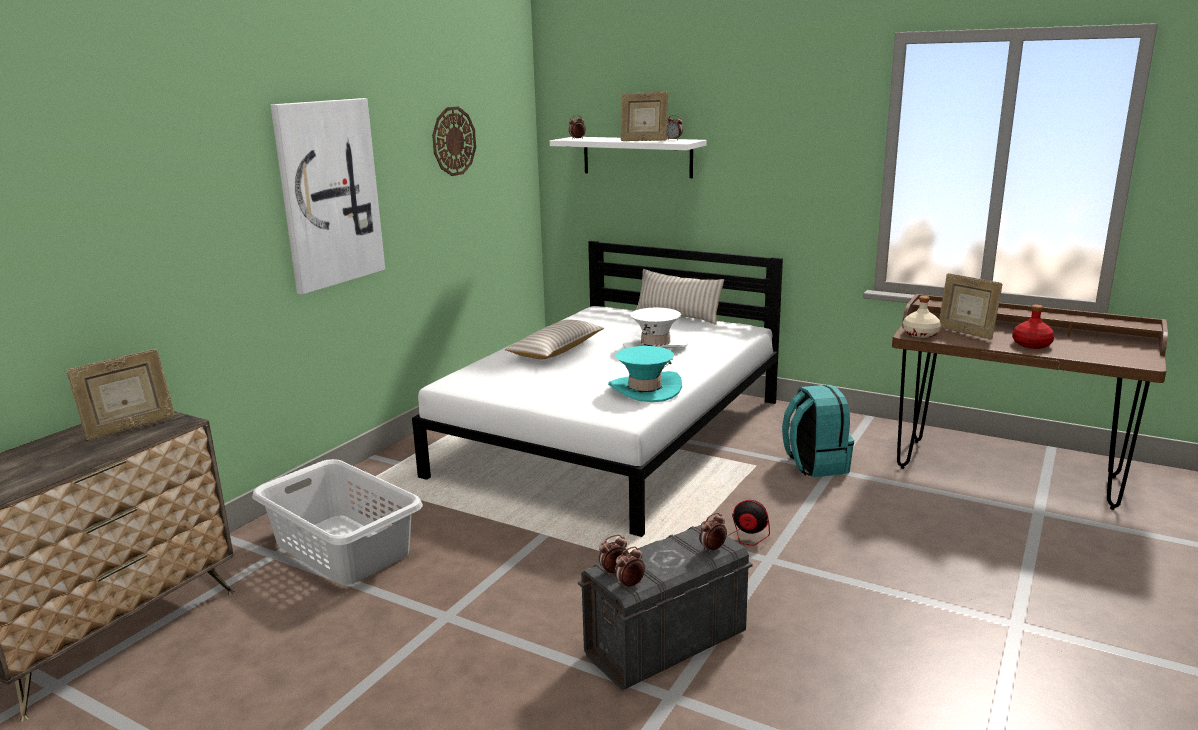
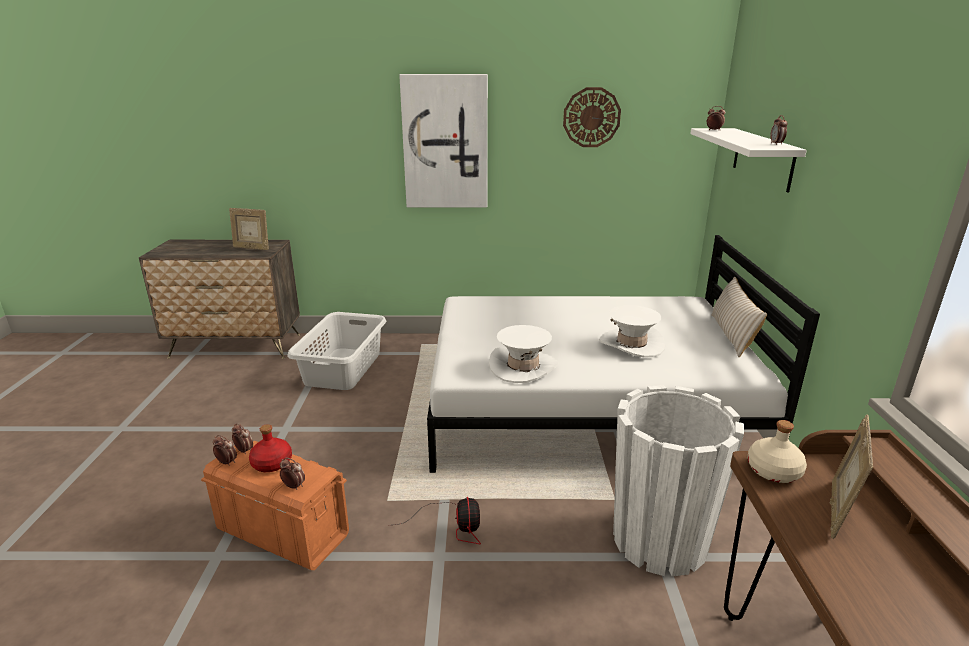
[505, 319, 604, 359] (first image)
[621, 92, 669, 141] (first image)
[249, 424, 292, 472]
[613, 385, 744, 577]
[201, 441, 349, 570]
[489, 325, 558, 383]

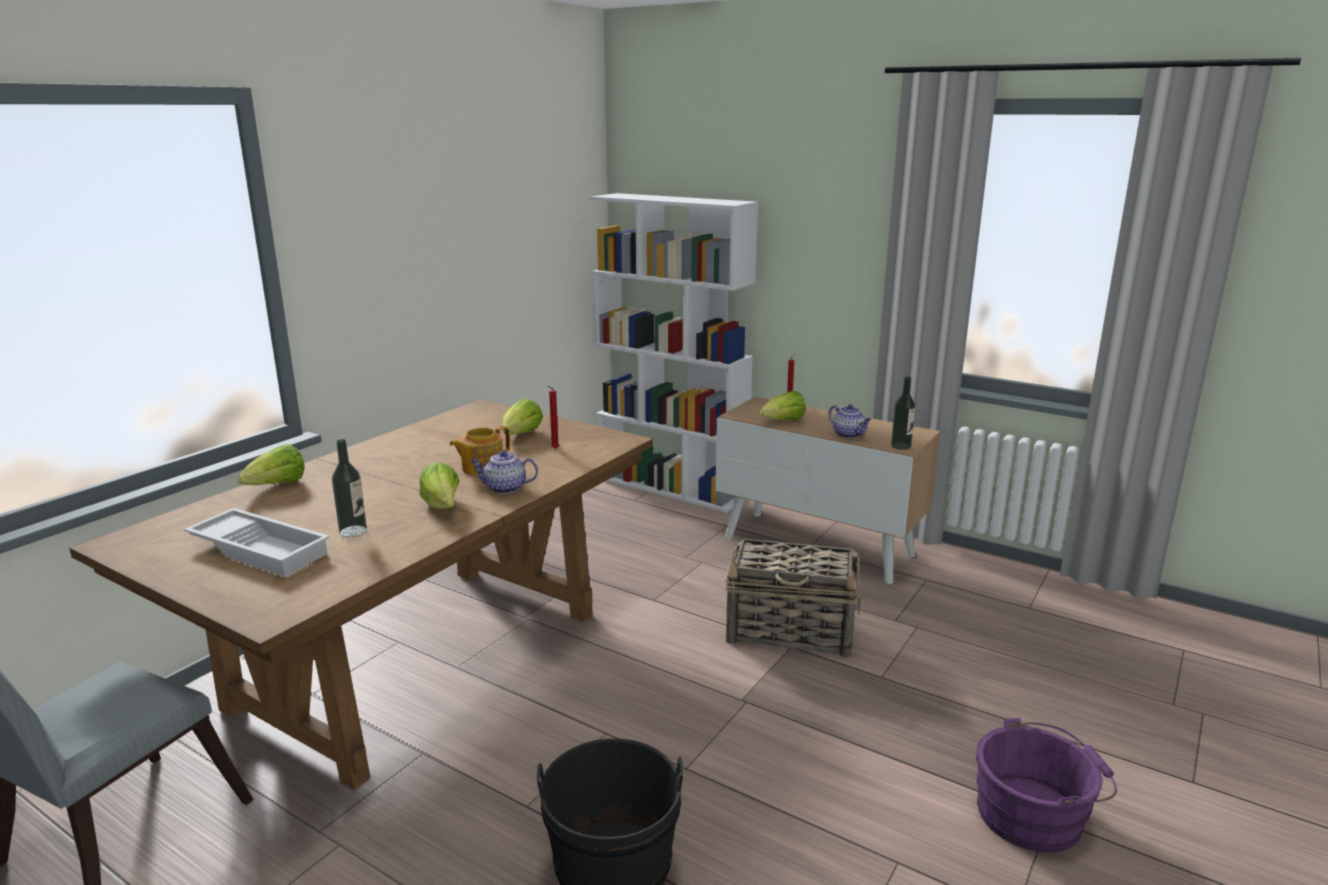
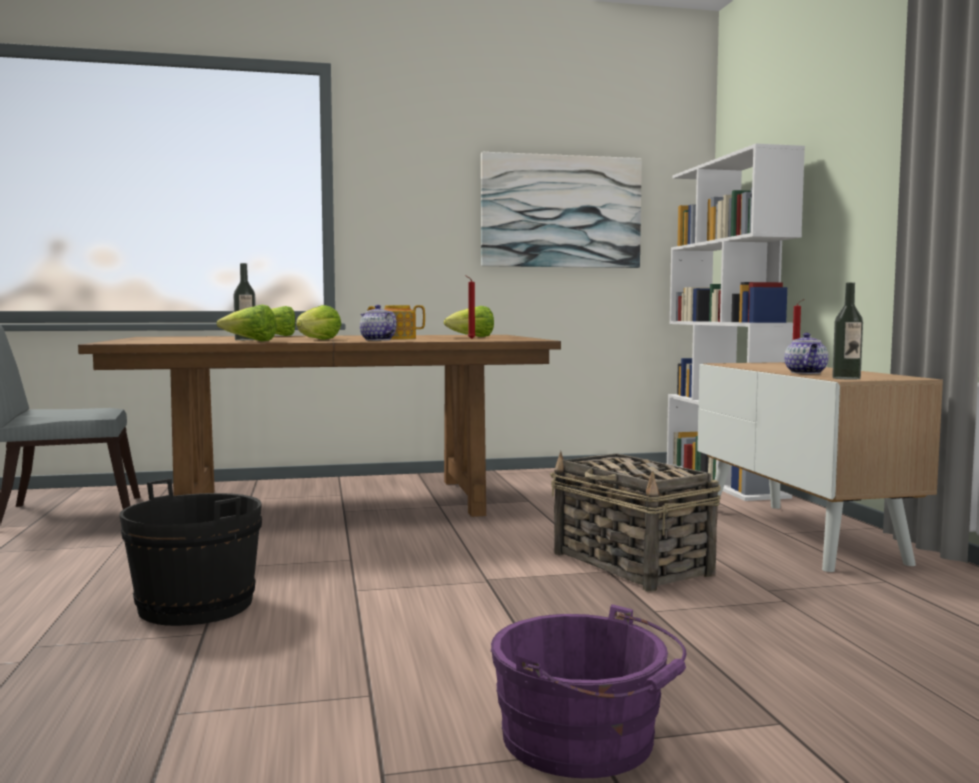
[184, 508, 330, 577] (first image)
[481, 152, 642, 268]
[217, 305, 277, 342]

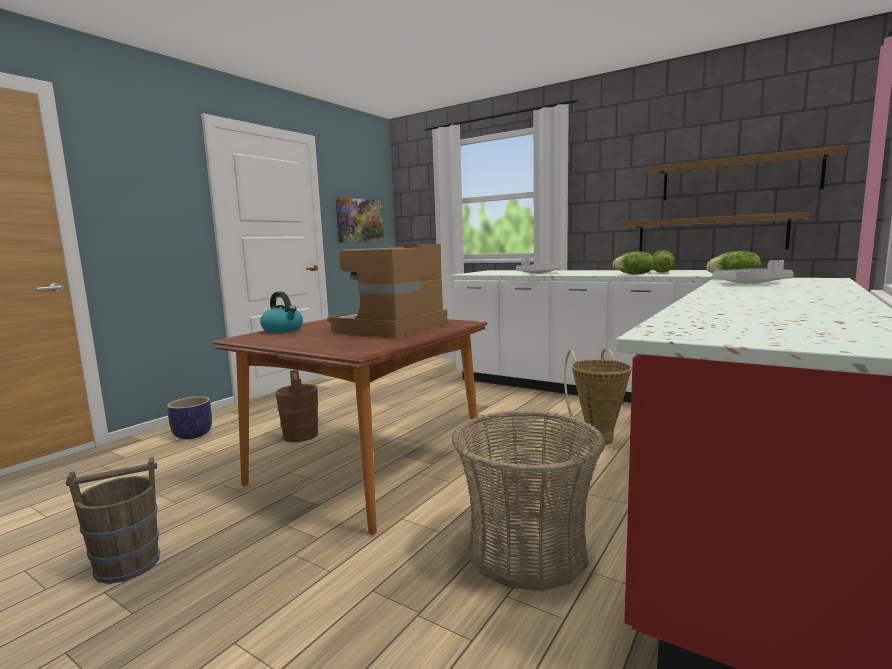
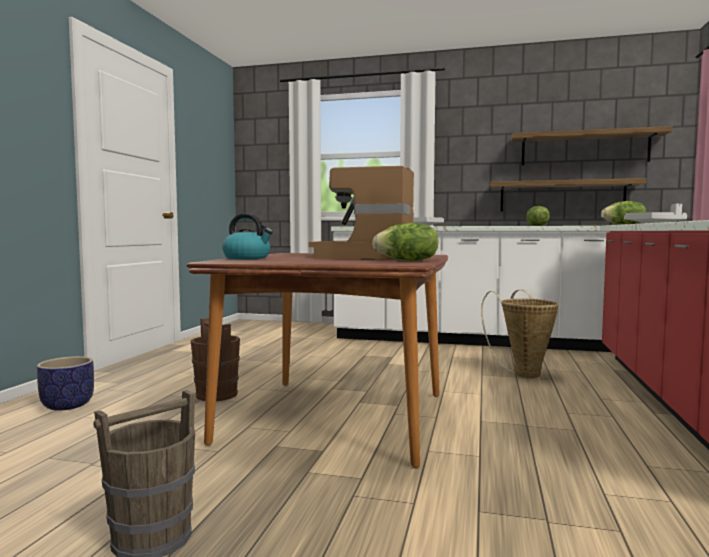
[335, 197, 384, 243] (first image)
[452, 410, 606, 591] (first image)
[372, 223, 438, 261]

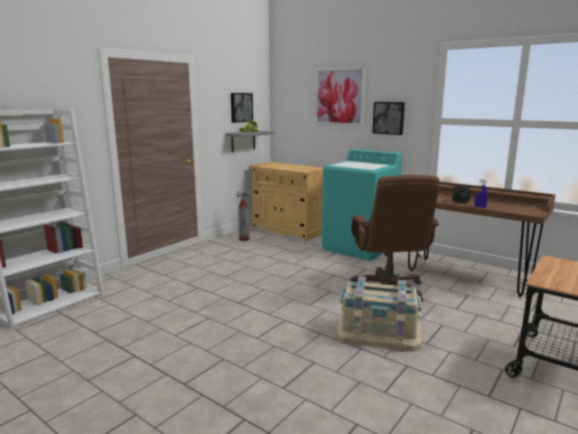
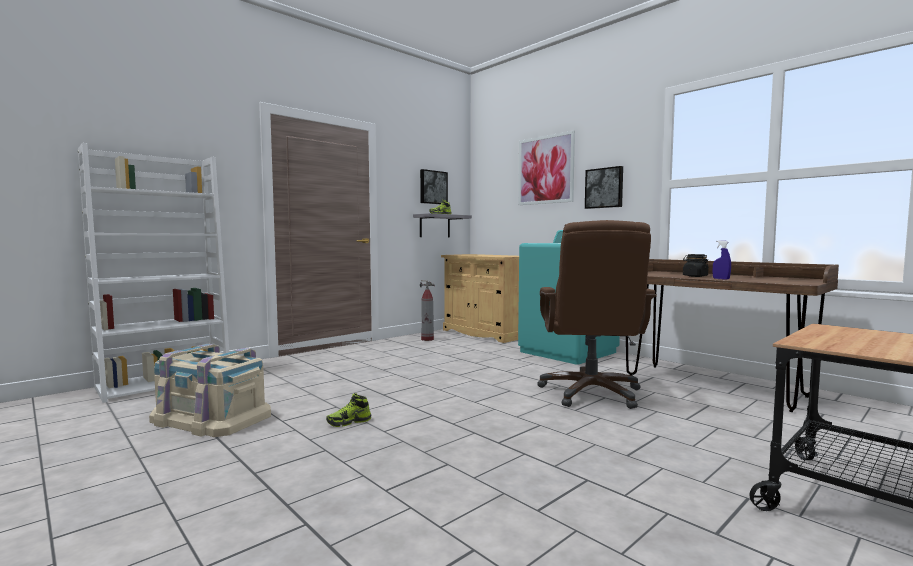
[326, 393, 371, 427]
[149, 344, 271, 437]

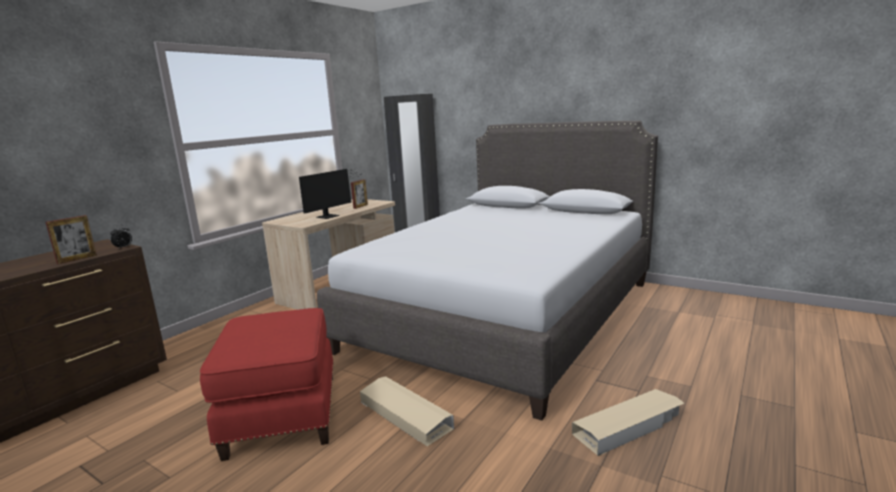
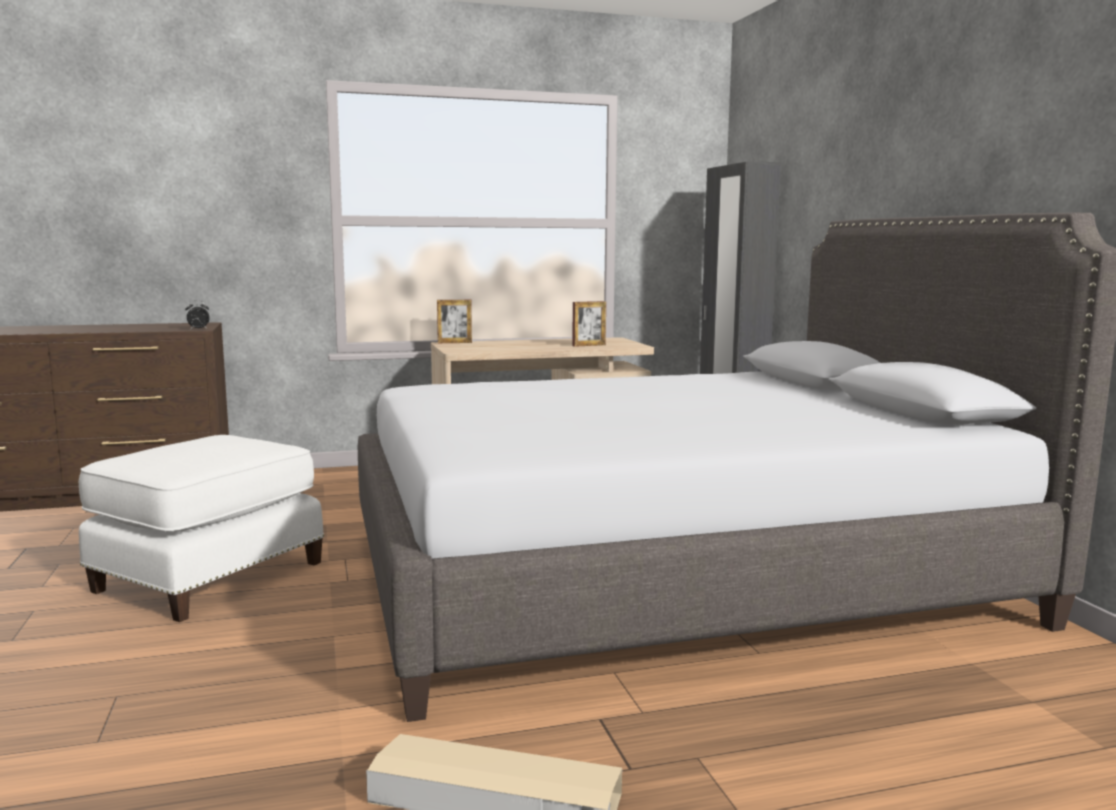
[299, 169, 361, 219] (first image)
[360, 376, 454, 446] (first image)
[437, 300, 472, 343]
[79, 435, 324, 622]

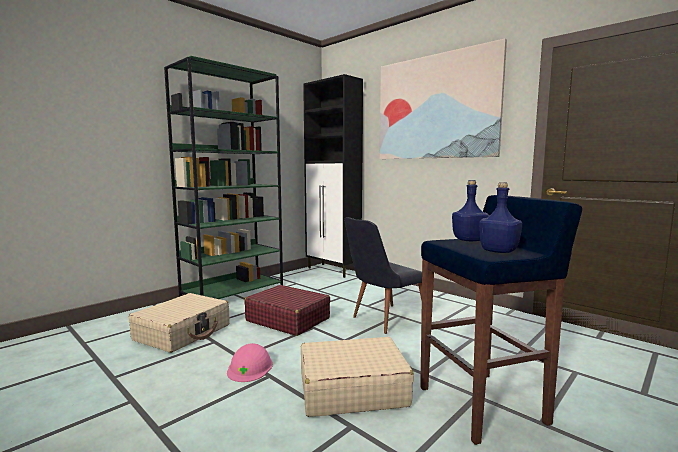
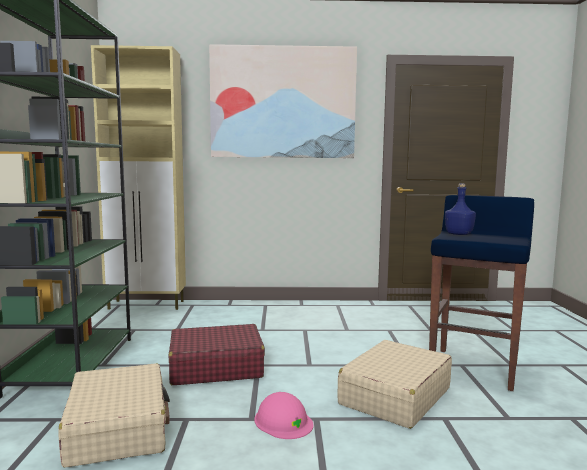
[344, 217, 422, 334] (first image)
[479, 182, 522, 253] (first image)
[91, 45, 186, 310]

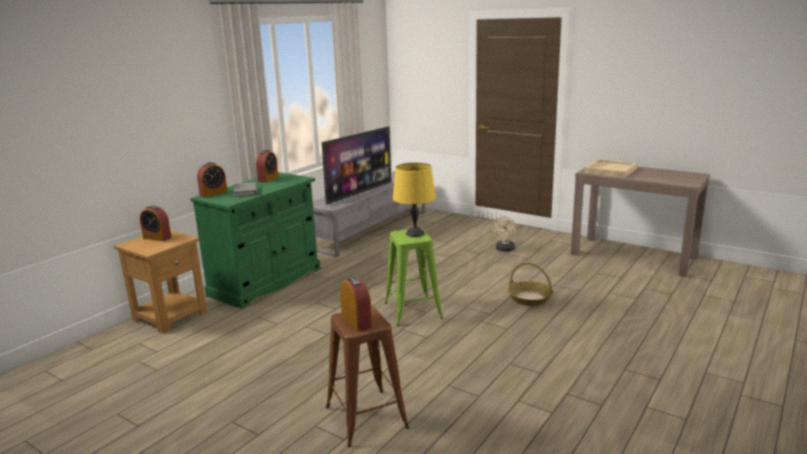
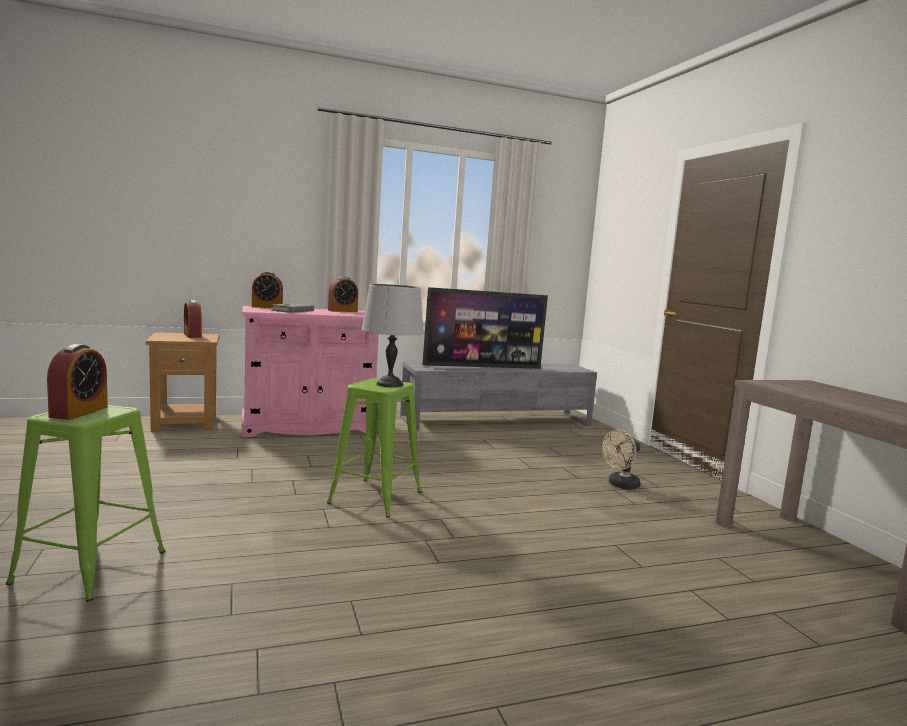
[508, 263, 553, 306] (first image)
[584, 159, 638, 178] (first image)
[242, 306, 379, 437]
[6, 405, 165, 602]
[362, 284, 424, 387]

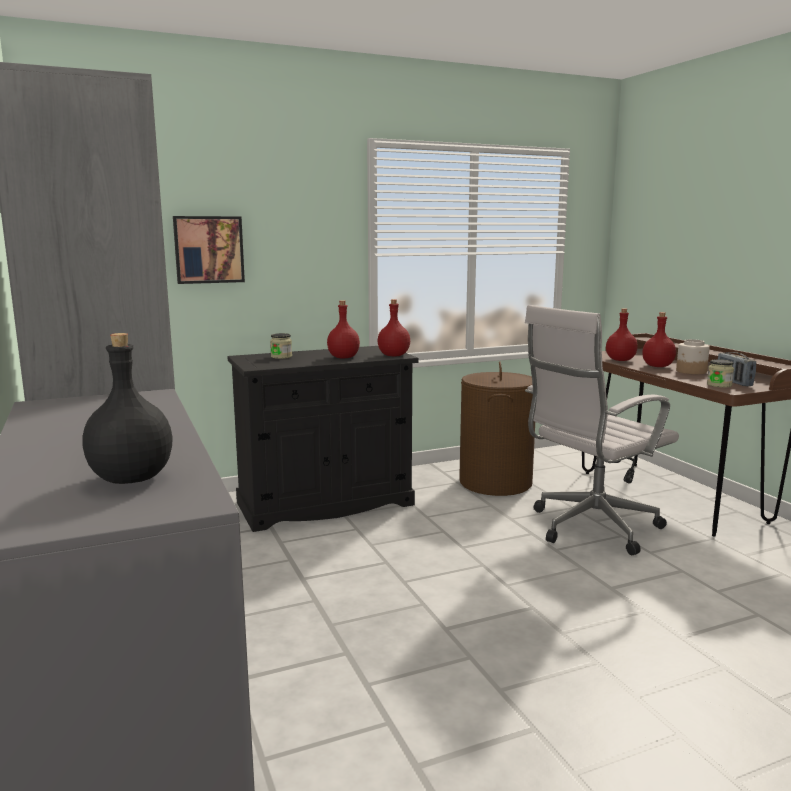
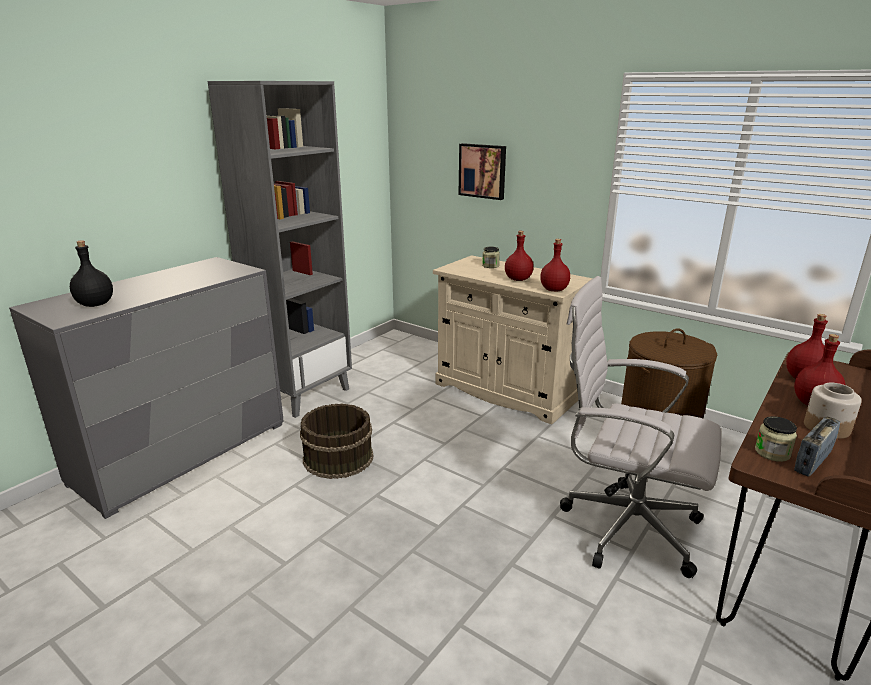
[300, 403, 373, 479]
[433, 255, 593, 425]

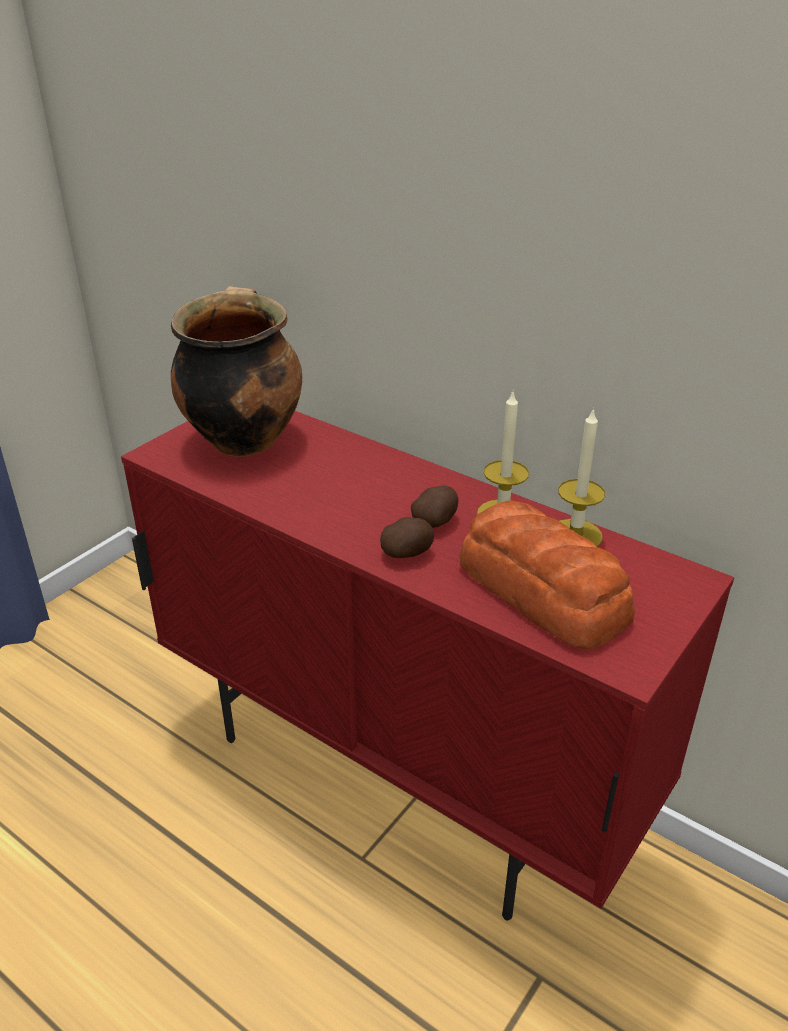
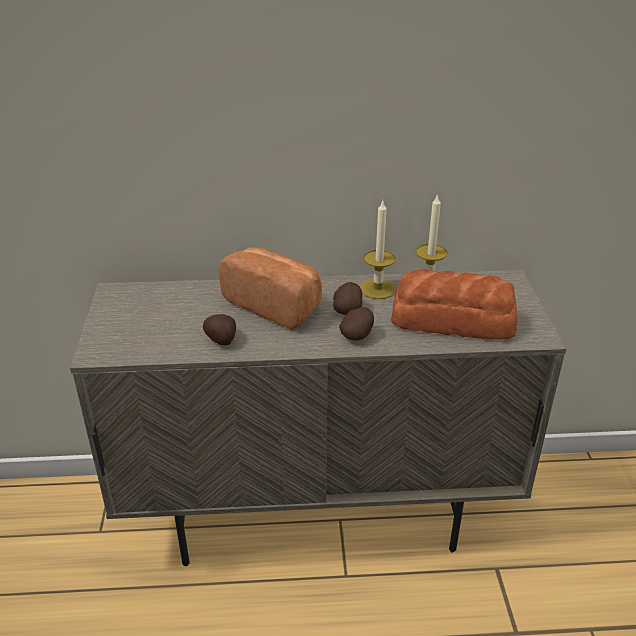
[171, 286, 302, 457] (first image)
[203, 314, 236, 345]
[218, 247, 322, 329]
[70, 270, 566, 567]

